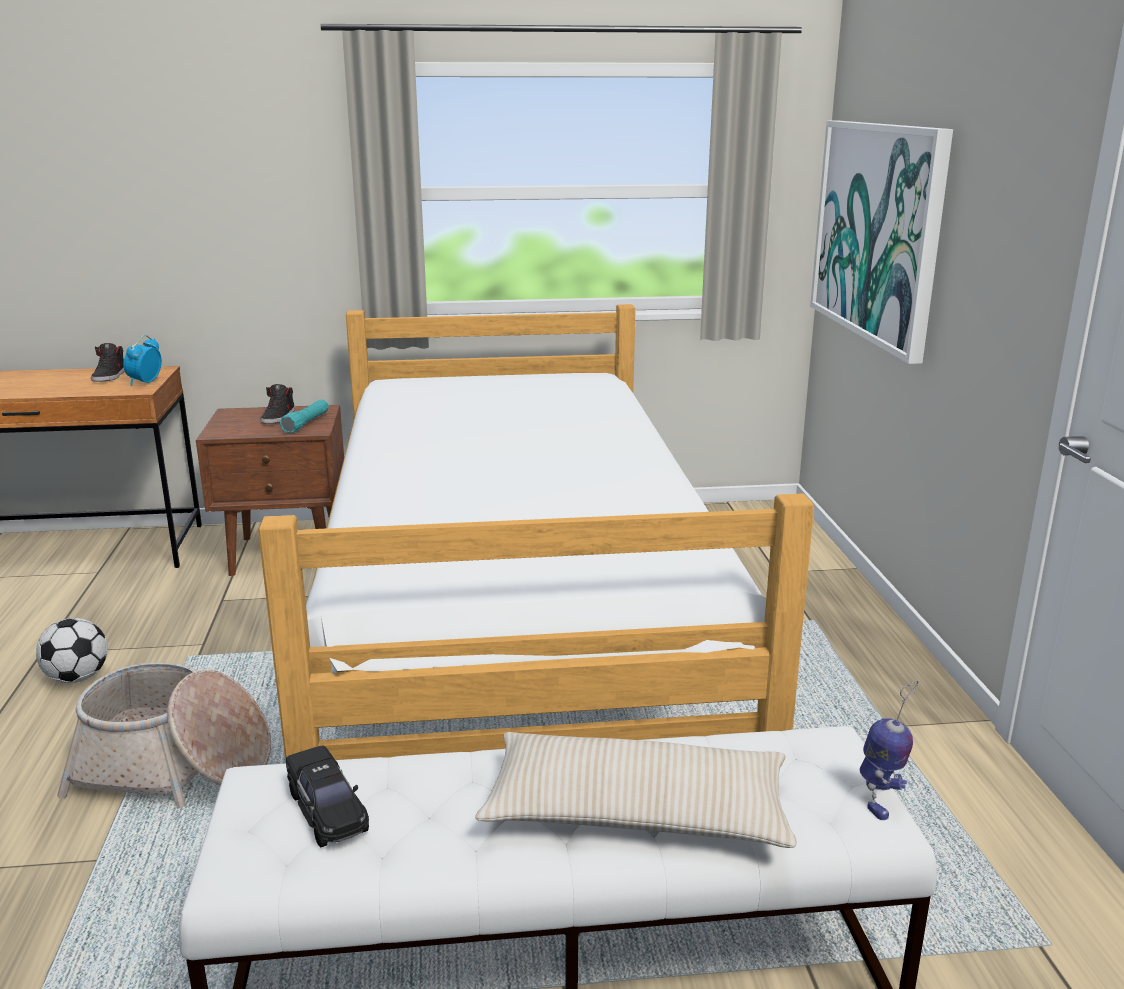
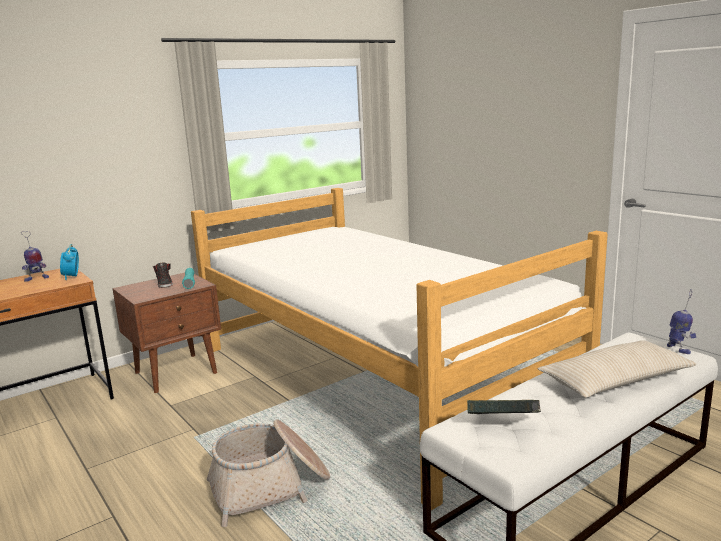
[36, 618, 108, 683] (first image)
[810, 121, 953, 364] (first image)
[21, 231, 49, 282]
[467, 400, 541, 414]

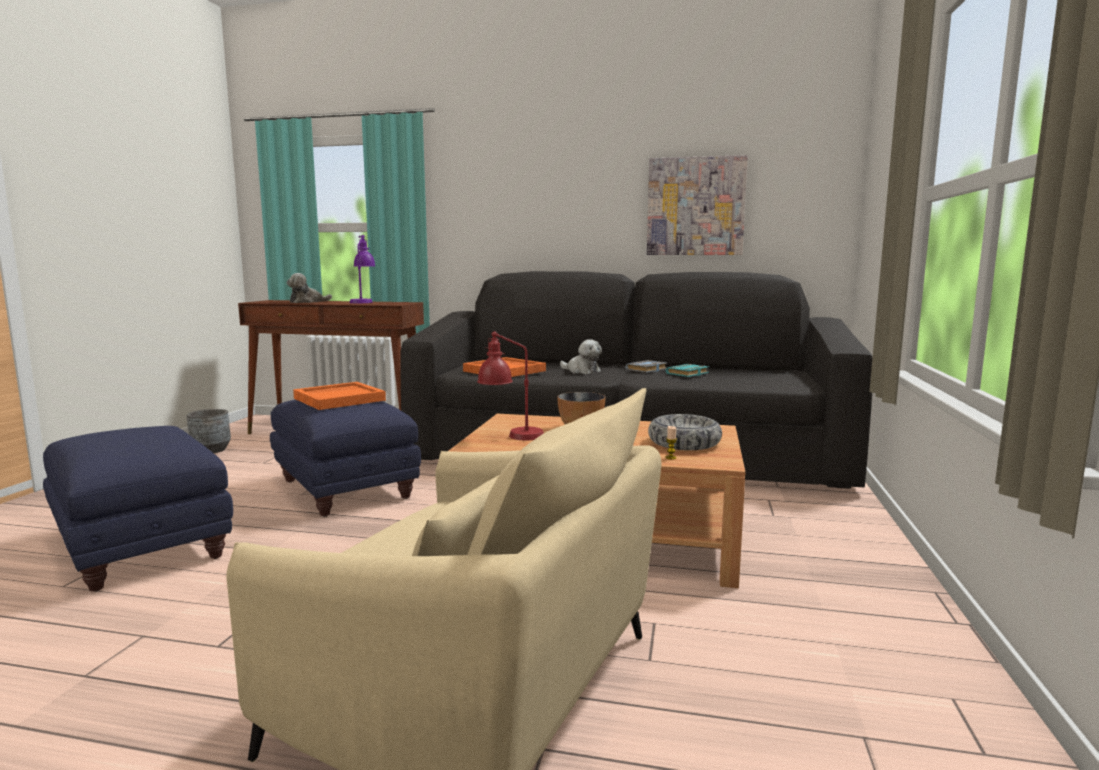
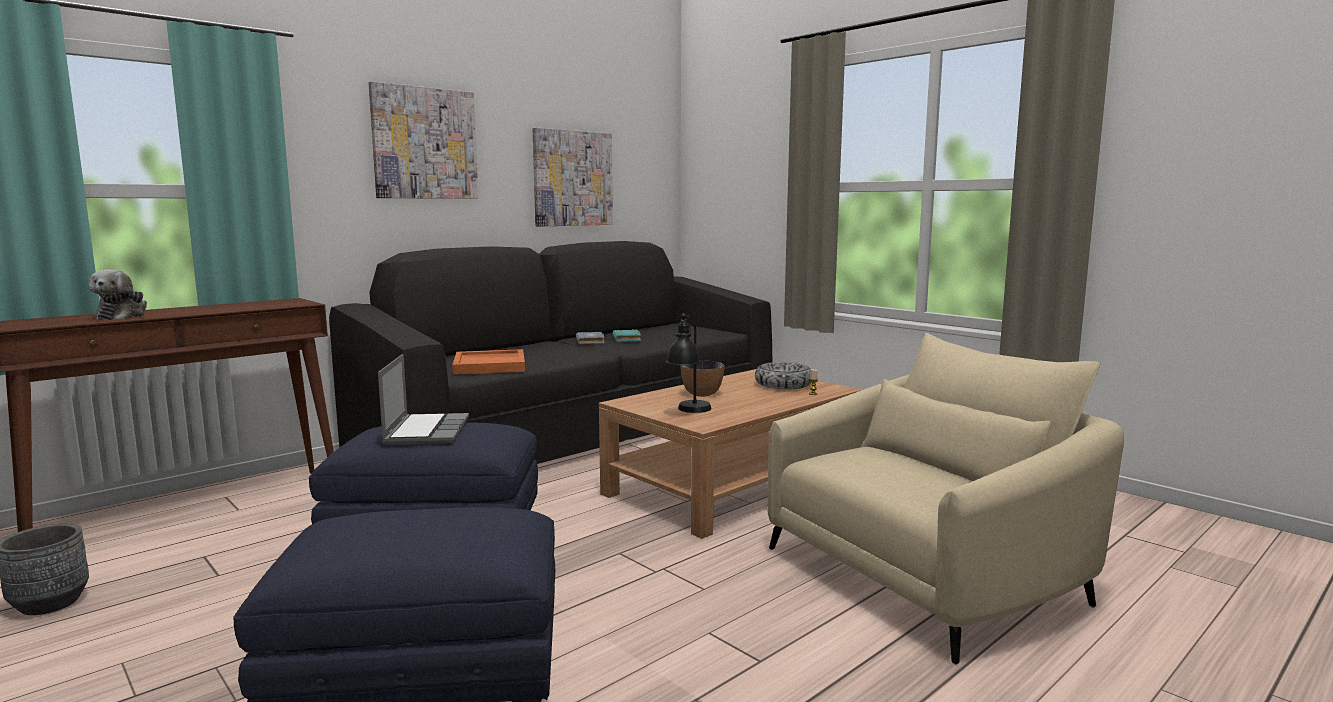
[350, 235, 375, 303] (first image)
[560, 339, 602, 374] (first image)
[369, 81, 478, 199]
[378, 354, 469, 445]
[666, 313, 712, 413]

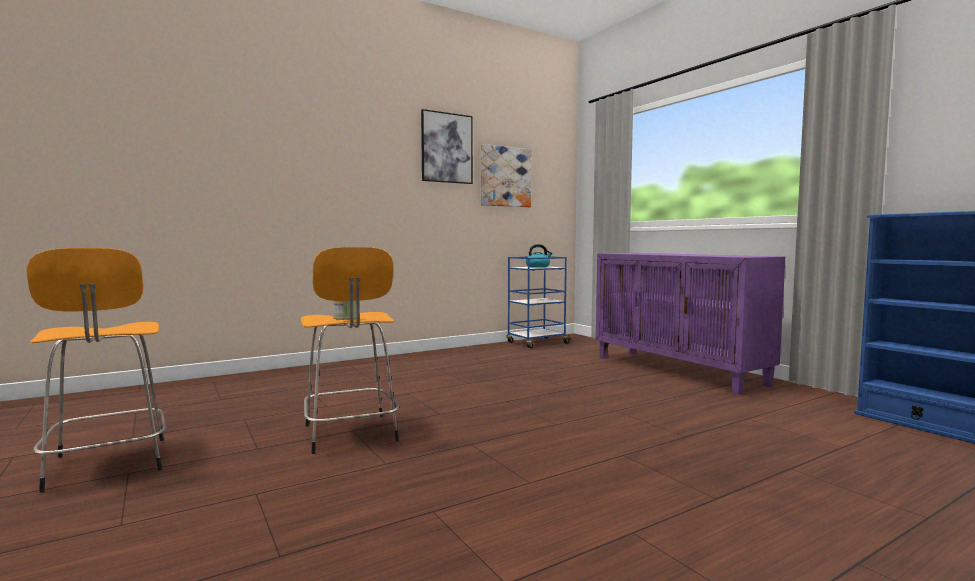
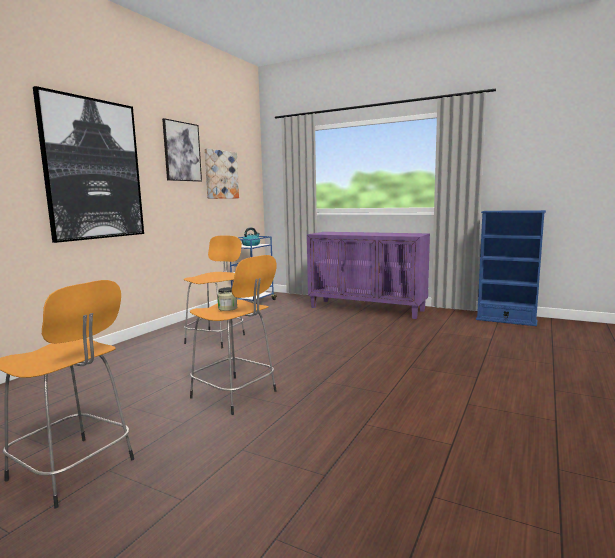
[33, 86, 144, 243]
[184, 235, 245, 348]

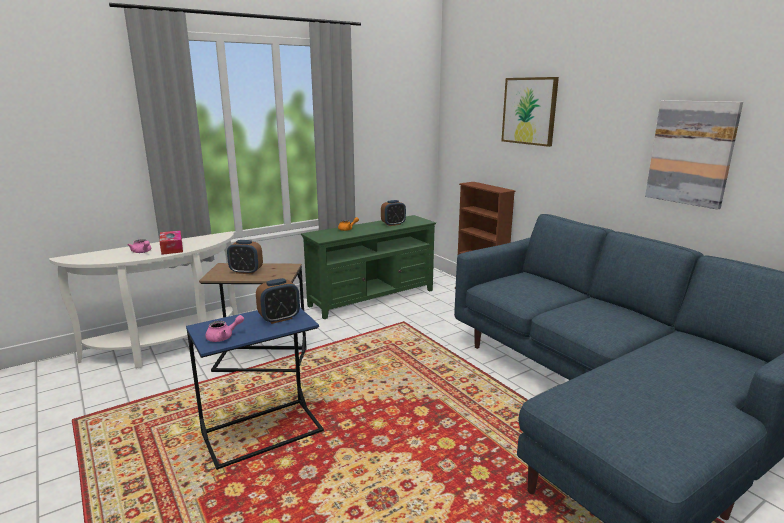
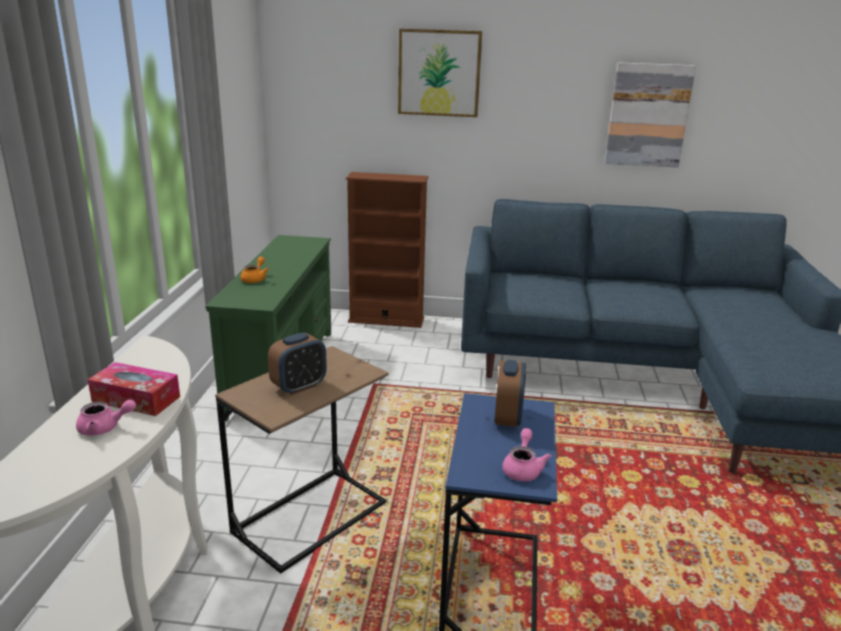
[381, 200, 406, 226] (first image)

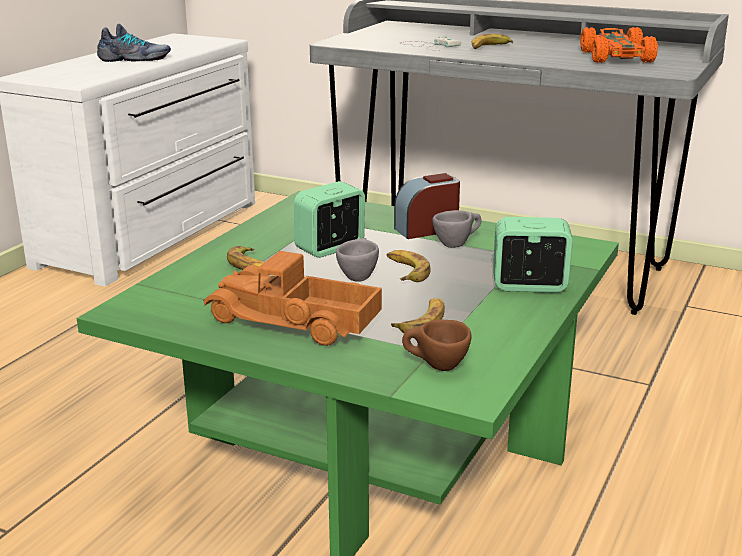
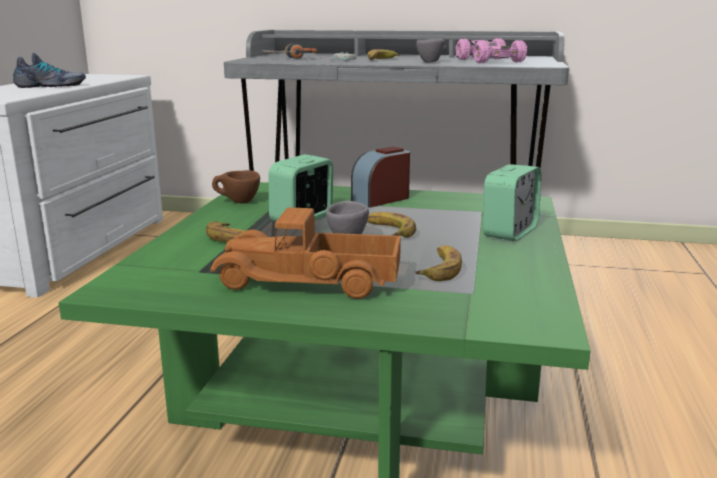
[262, 44, 317, 59]
[212, 170, 260, 204]
[416, 38, 446, 63]
[455, 38, 527, 63]
[483, 164, 541, 241]

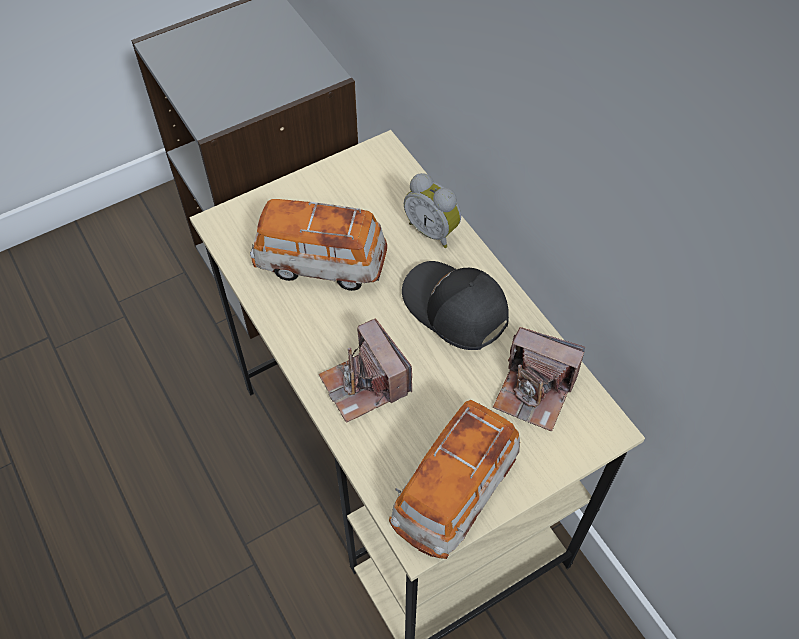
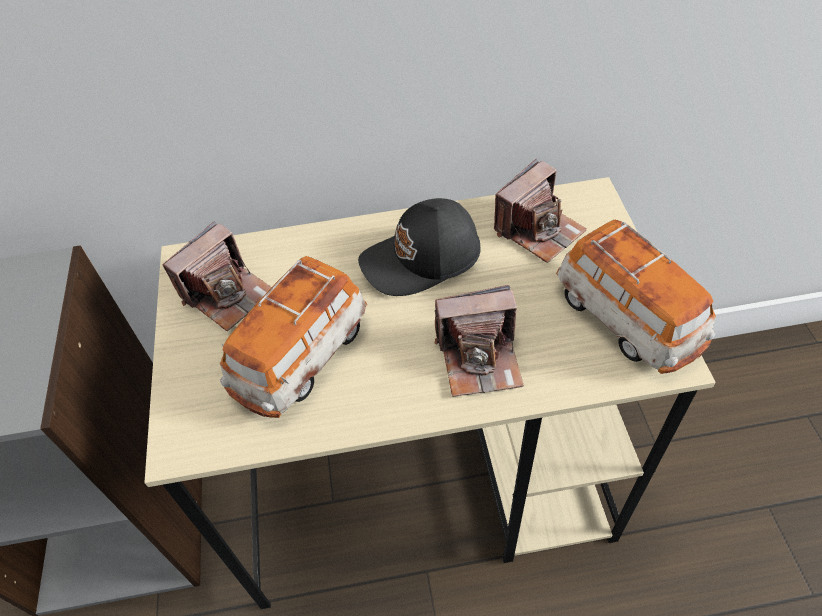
[404, 173, 461, 248] (first image)
[163, 221, 271, 331]

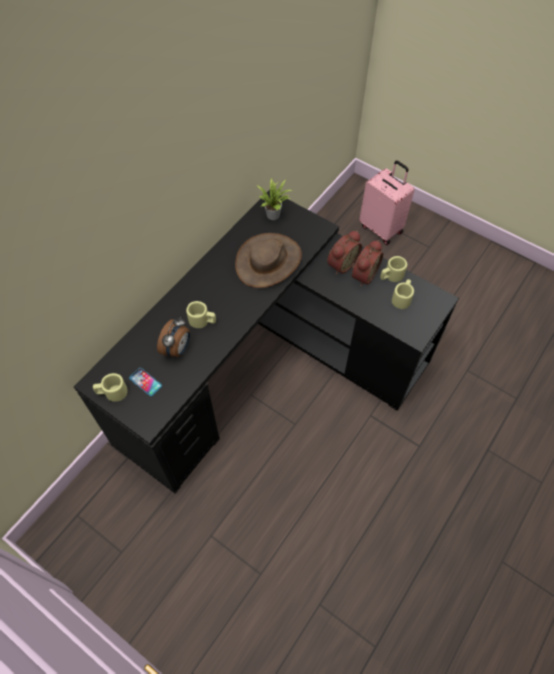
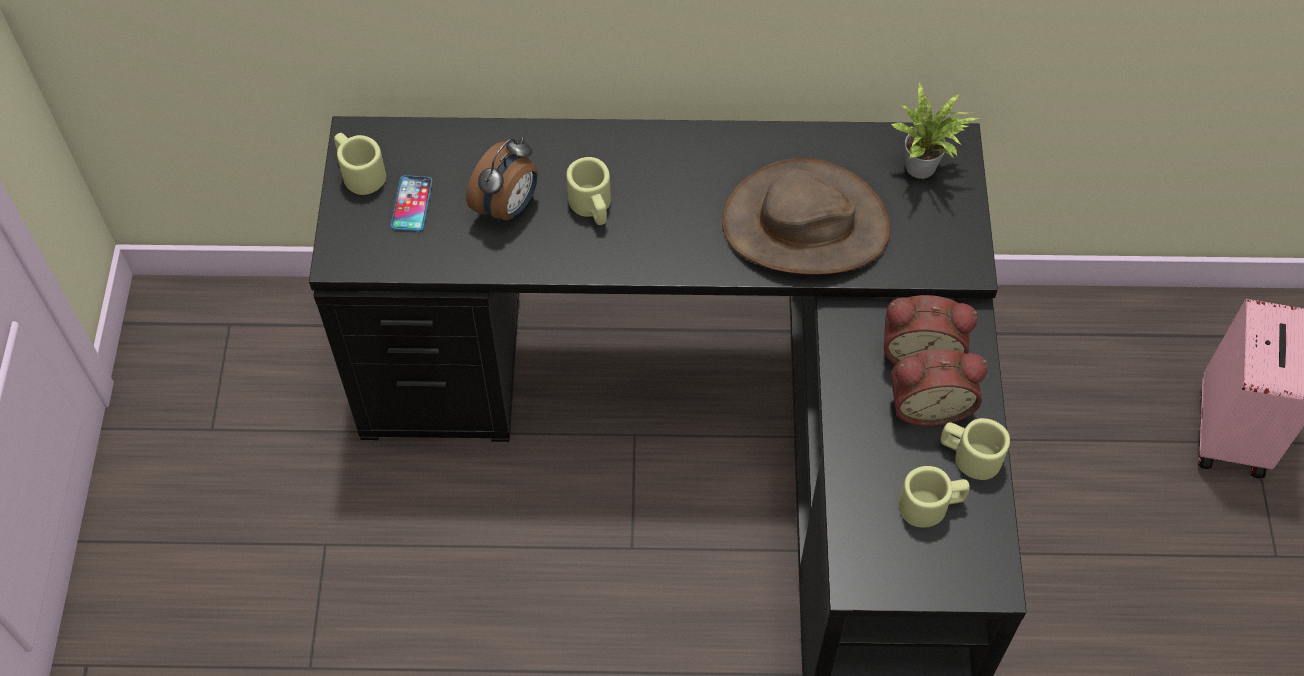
[466, 137, 538, 222]

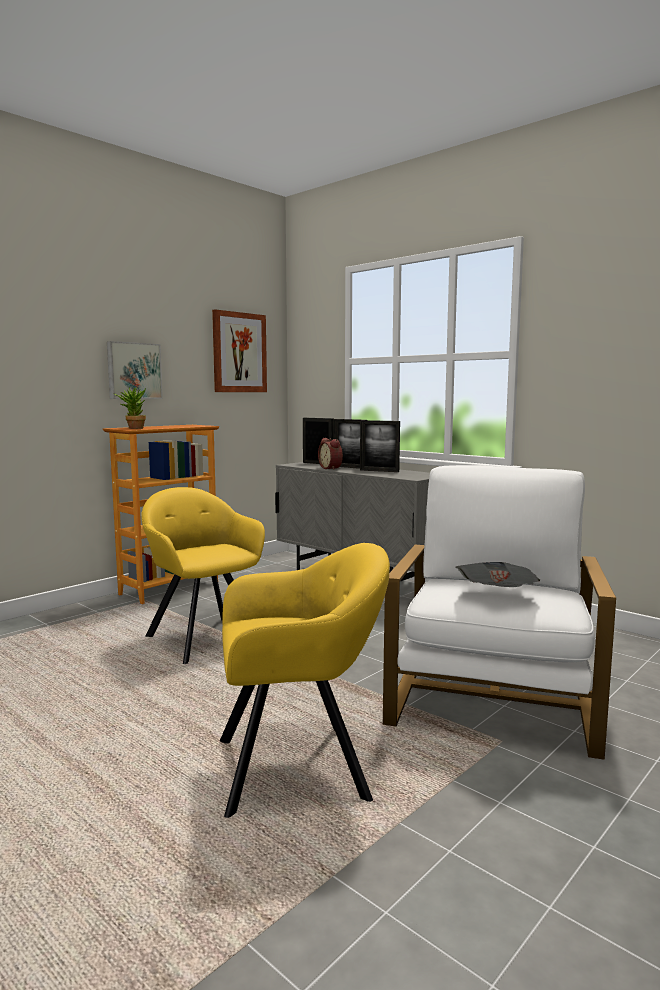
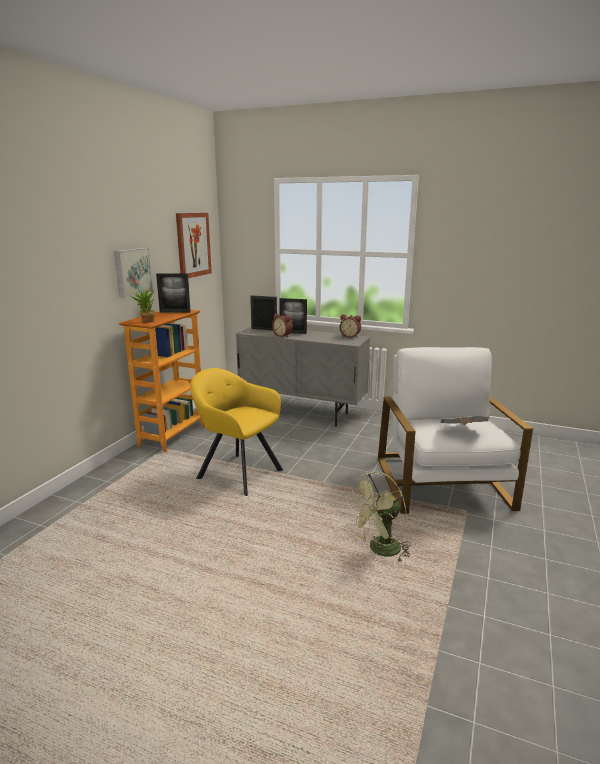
[340, 314, 361, 338]
[156, 273, 191, 313]
[348, 472, 411, 562]

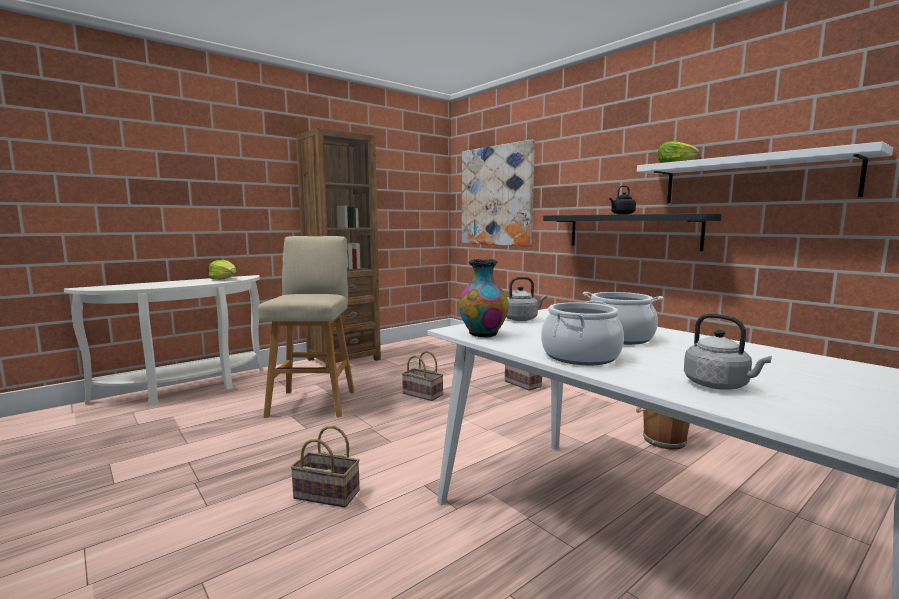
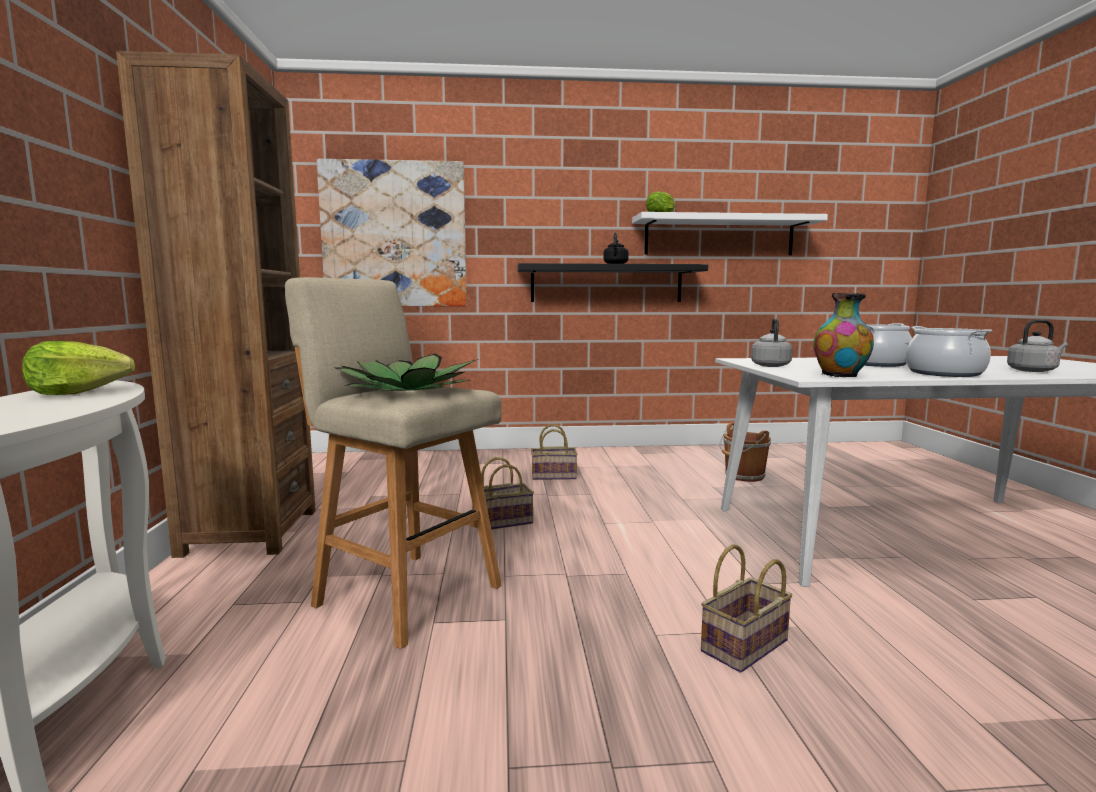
[335, 354, 479, 391]

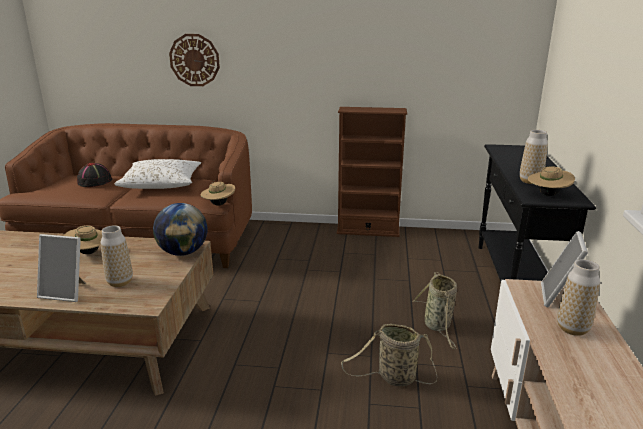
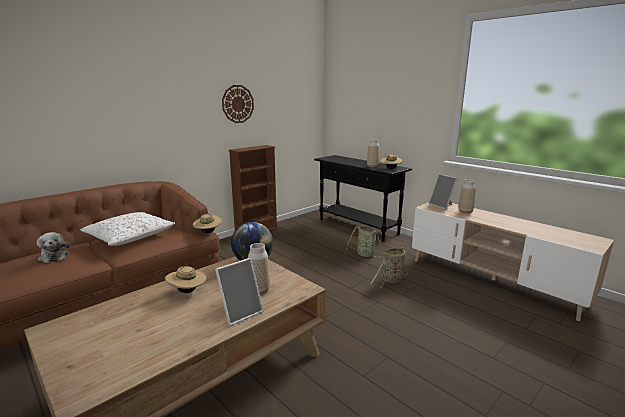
[222, 85, 254, 123]
[37, 232, 69, 263]

